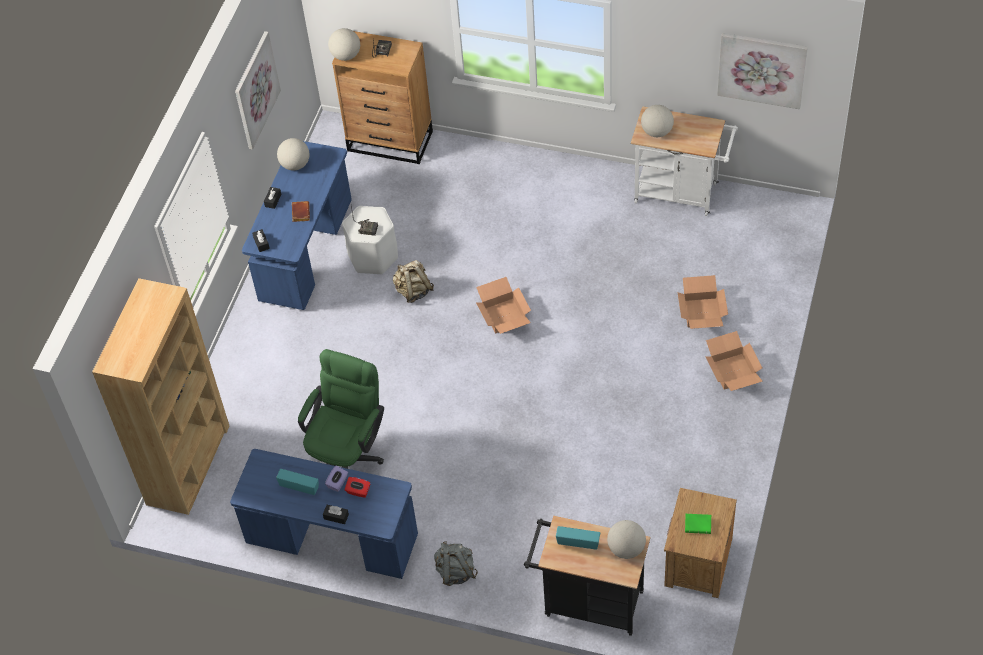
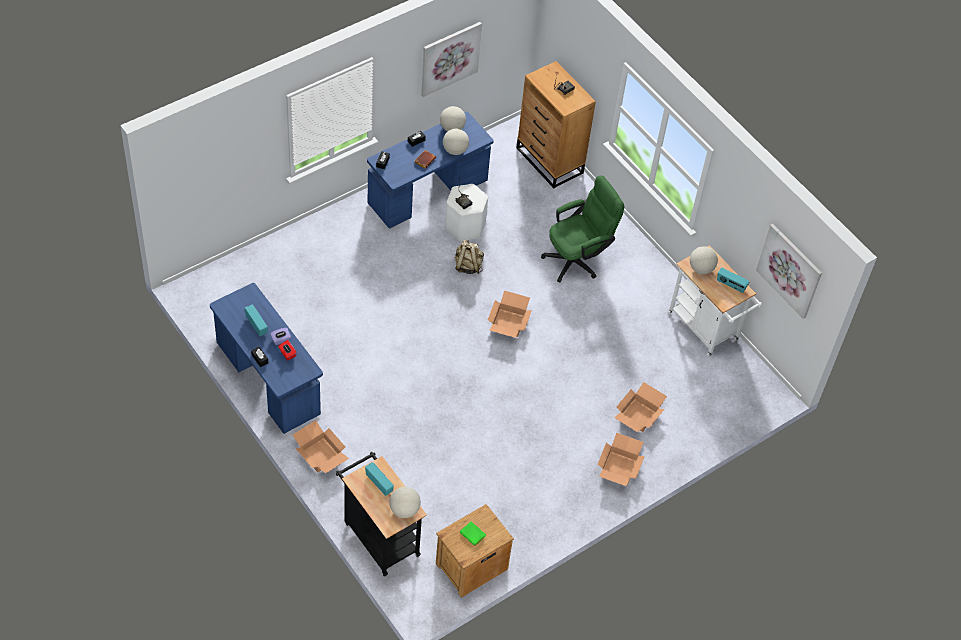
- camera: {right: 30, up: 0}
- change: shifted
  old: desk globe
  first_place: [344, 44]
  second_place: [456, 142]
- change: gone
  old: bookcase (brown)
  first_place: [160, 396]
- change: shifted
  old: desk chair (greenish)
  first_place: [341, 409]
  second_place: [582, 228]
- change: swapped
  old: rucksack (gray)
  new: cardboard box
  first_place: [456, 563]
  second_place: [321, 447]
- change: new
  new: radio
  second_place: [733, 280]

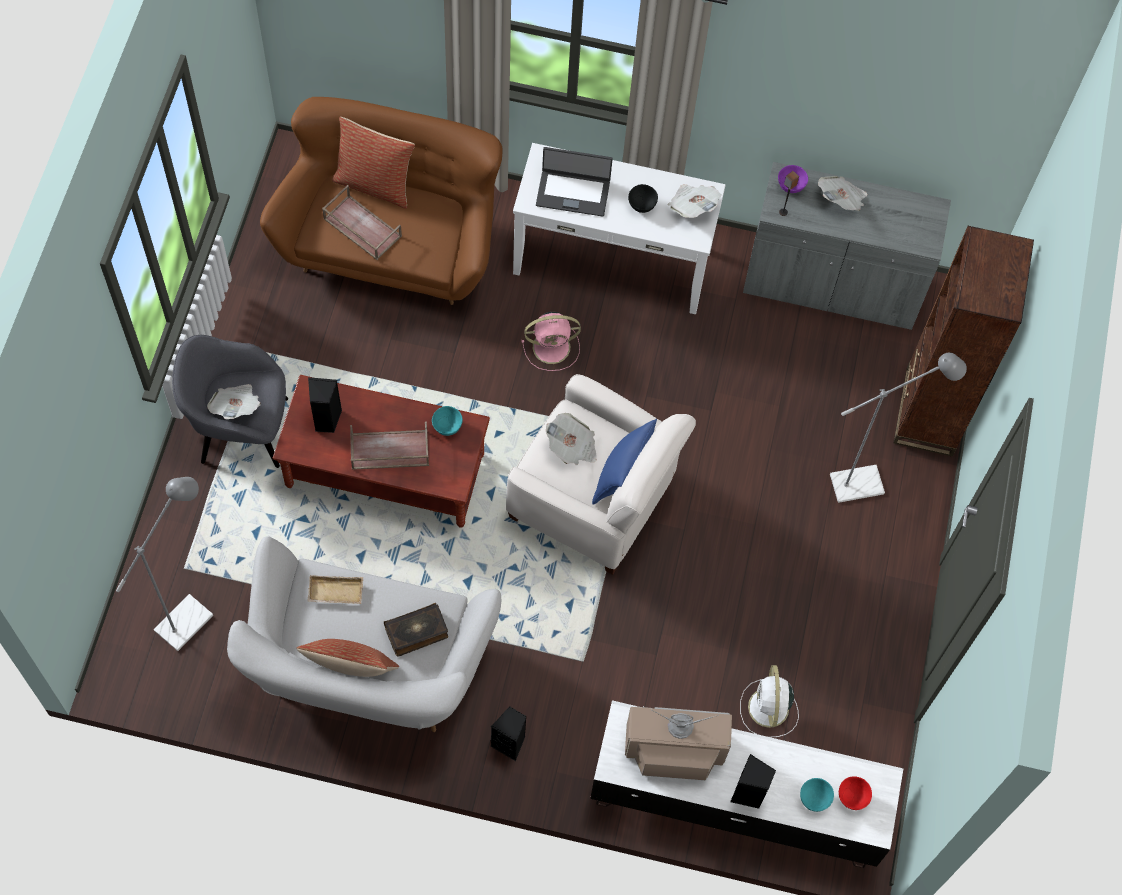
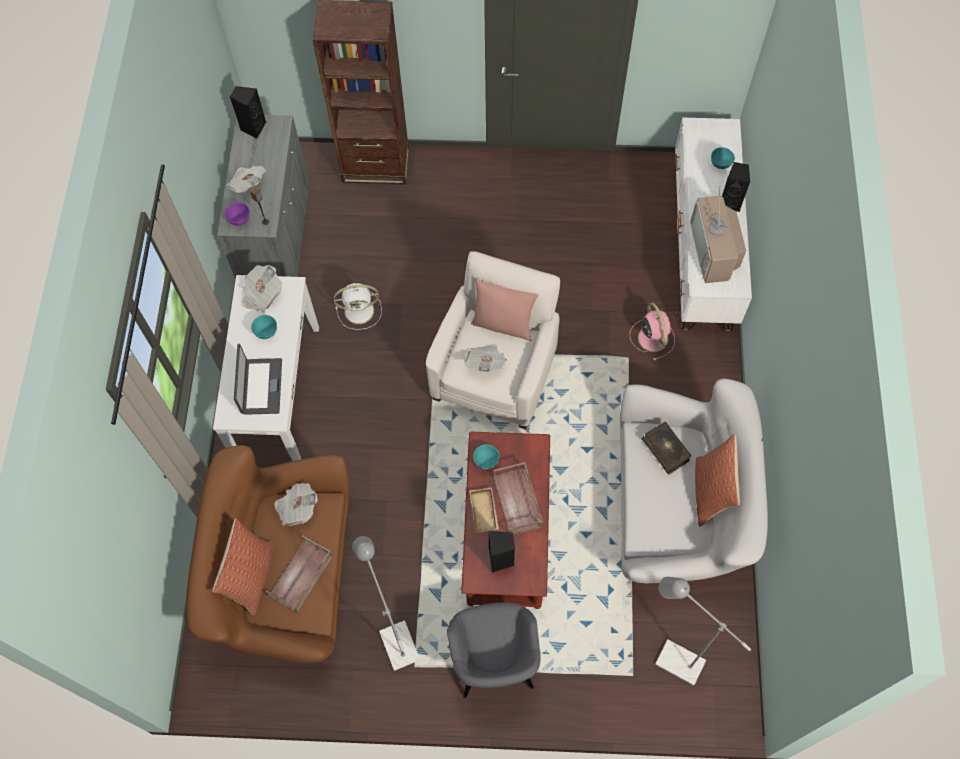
- camera: {right: -95, up: 0}
- change: repainted
  old: bowl (black-coloured)
  new: bowl (blue-green)
  first_place: [643, 198]
  second_place: [264, 327]
- change: shifted
  old: electric fan (pink)
  first_place: [551, 341]
  second_place: [652, 331]
- change: shifted
  old: standing lamp (gray)
  first_place: [898, 428]
  second_place: [386, 603]
- change: shifted
  old: newspaper
  first_place: [234, 401]
  second_place: [296, 504]
- change: repainted
  old: throw pillow (bluish)
  new: throw pillow (pink)
  first_place: [624, 462]
  second_place: [505, 310]
- change: shifted
  old: carrying tray (sand-coloured)
  first_place: [335, 589]
  second_place: [484, 510]
- change: shifted
  old: electric fan (whitish)
  first_place: [769, 701]
  second_place: [358, 306]
- change: shifted
  old: audio speaker (black-coloured)
  first_place: [509, 733]
  second_place: [248, 112]
- change: gone
  old: bowl (red-coloured)
  first_place: [855, 793]

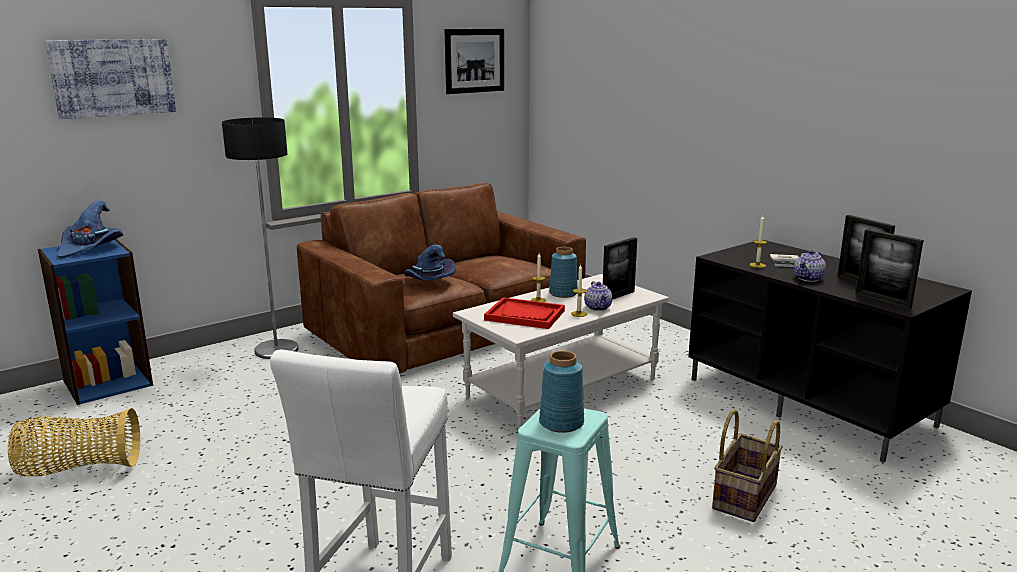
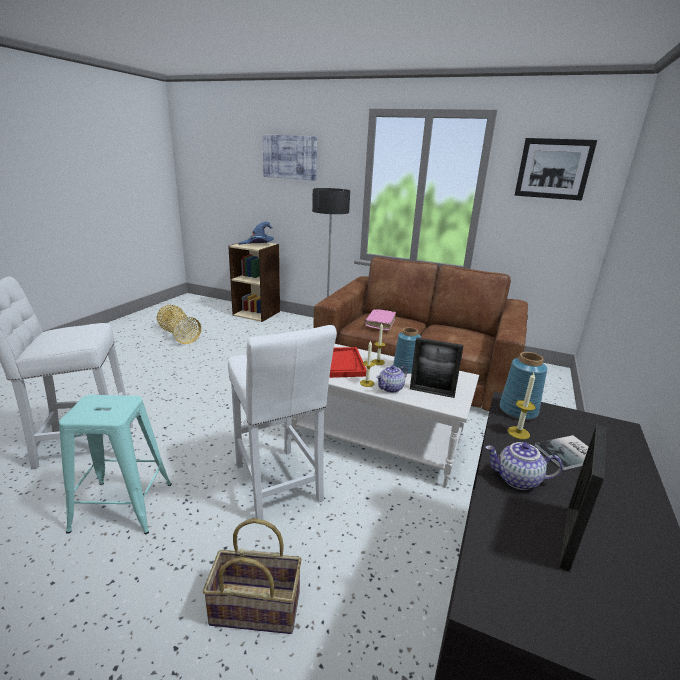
- camera: {right: 60, up: 5}
- change: gone
  old: photo frame
  first_place: [889, 269]
- change: repainted
  old: bookcase (bluish)
  new: bookcase (sand-coloured)
  first_place: [95, 322]
  second_place: [254, 282]
- change: swapped
  old: clothing hat (bluish)
  new: volume (pink)
  first_place: [430, 263]
  second_place: [380, 319]
- change: shifted
  old: vase (bluish)
  first_place: [561, 392]
  second_place: [523, 386]
- change: new
  new: stool seat (whitish)
  second_place: [282, 422]

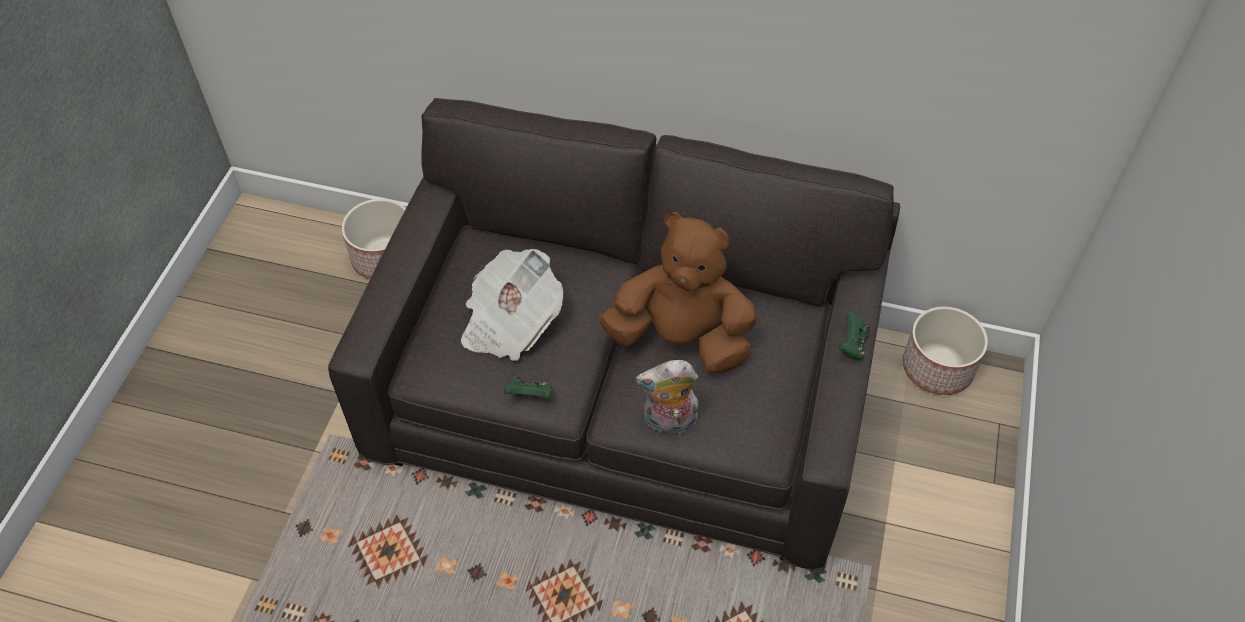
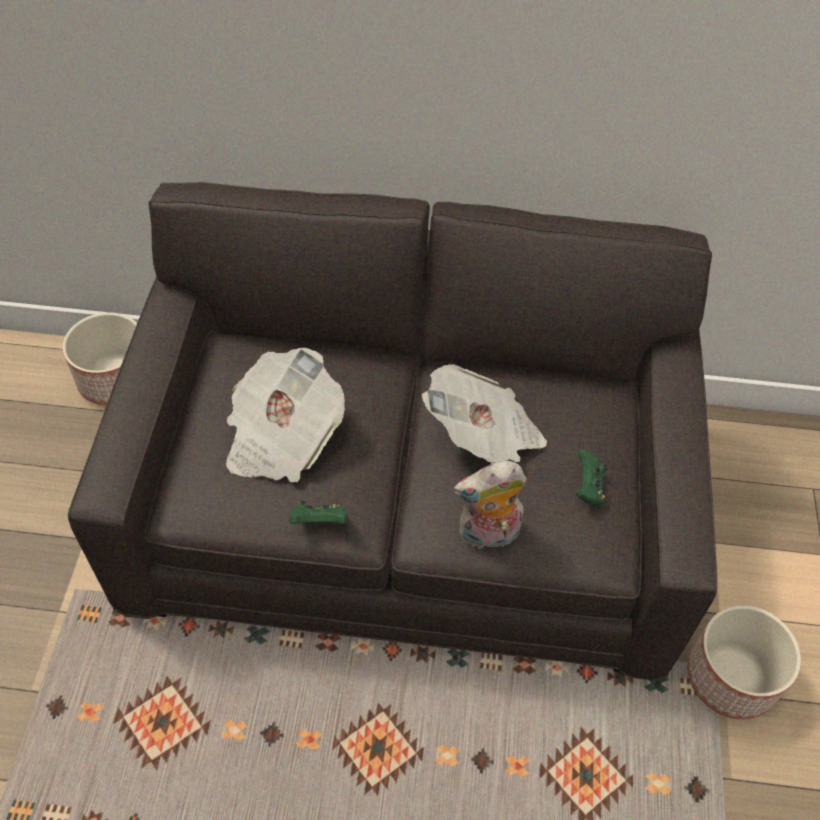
- camera: {right: -10, up: 0}
- change: swapped
  old: plush toy (brown)
  new: newspaper
  first_place: [678, 292]
  second_place: [484, 414]
- change: shifted
  old: planter
  first_place: [945, 351]
  second_place: [744, 662]
- change: shifted
  old: joypad (greenish)
  first_place: [854, 336]
  second_place: [592, 477]

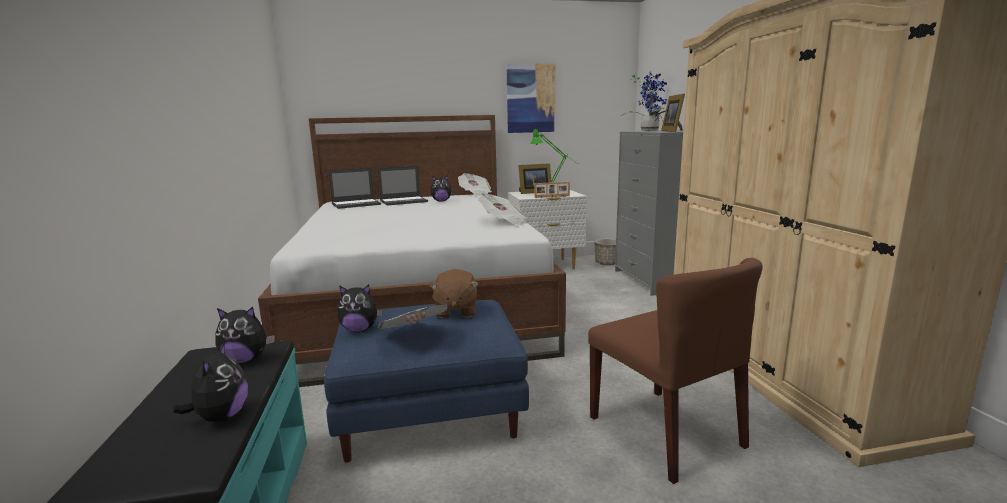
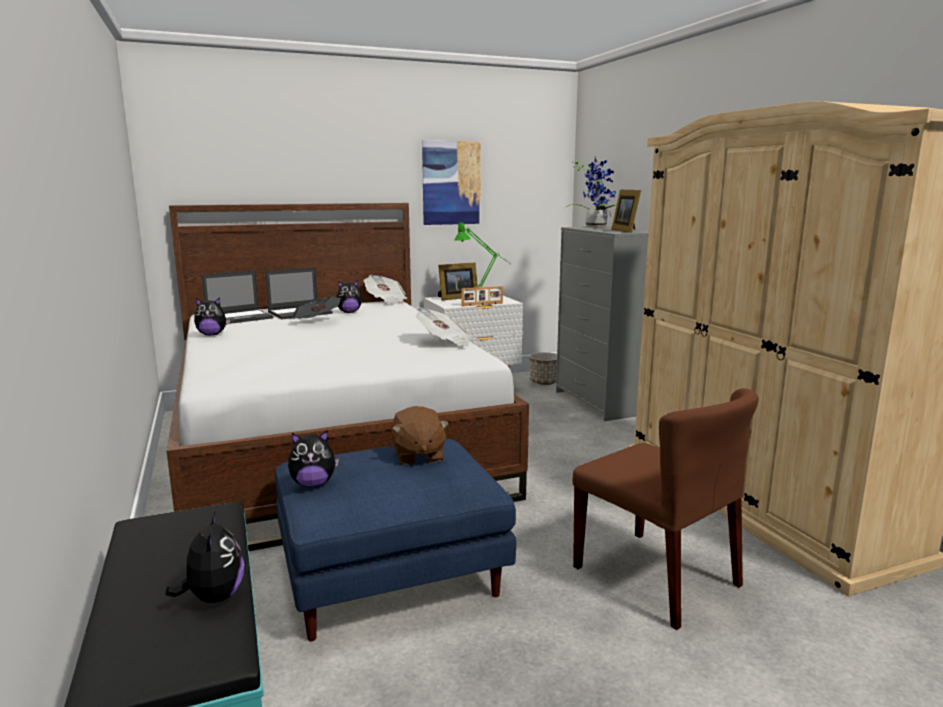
- camera: {right: -10, up: 0}
- change: shifted
  old: newspaper
  first_place: [413, 317]
  second_place: [316, 307]
- change: shifted
  old: plush toy
  first_place: [245, 335]
  second_place: [212, 316]

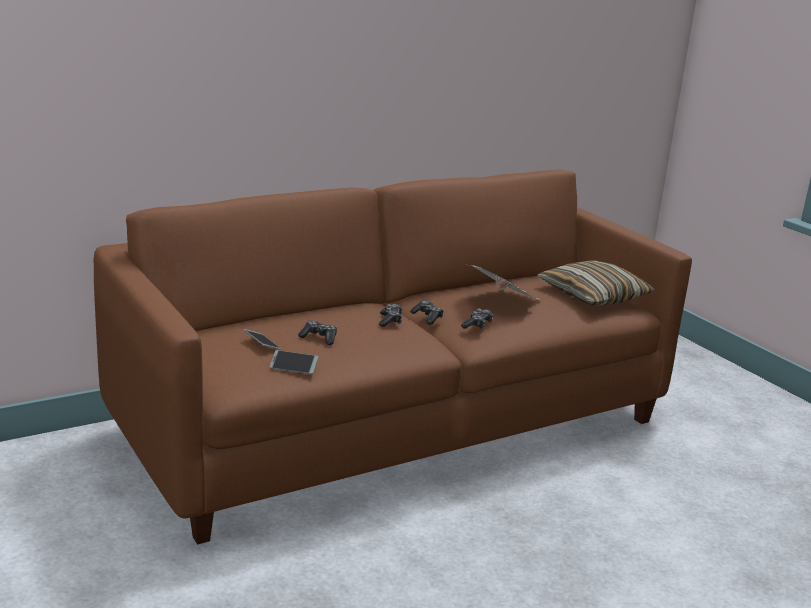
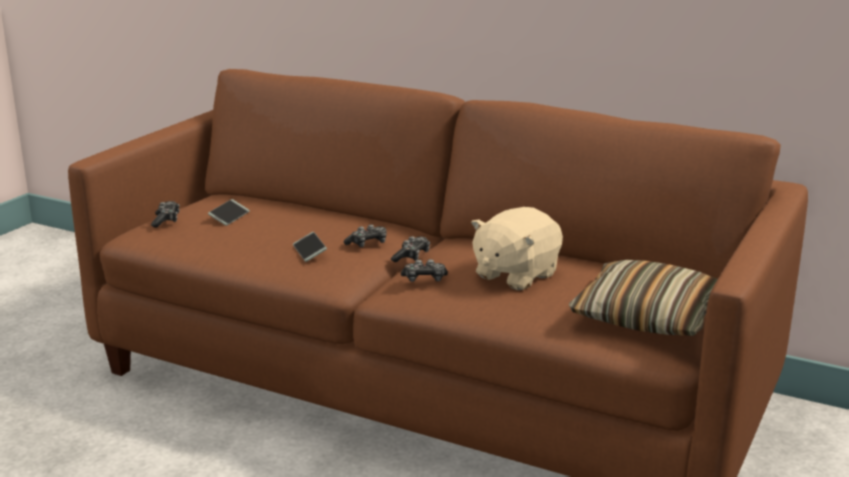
- camera: {right: 60, up: 0}
- change: swapped
  old: newspaper
  new: plush toy (sand-coloured)
  first_place: [503, 282]
  second_place: [517, 248]
- change: shifted
  old: joypad
  first_place: [317, 332]
  second_place: [165, 214]
- change: shifted
  old: phone
  first_place: [294, 362]
  second_place: [310, 247]

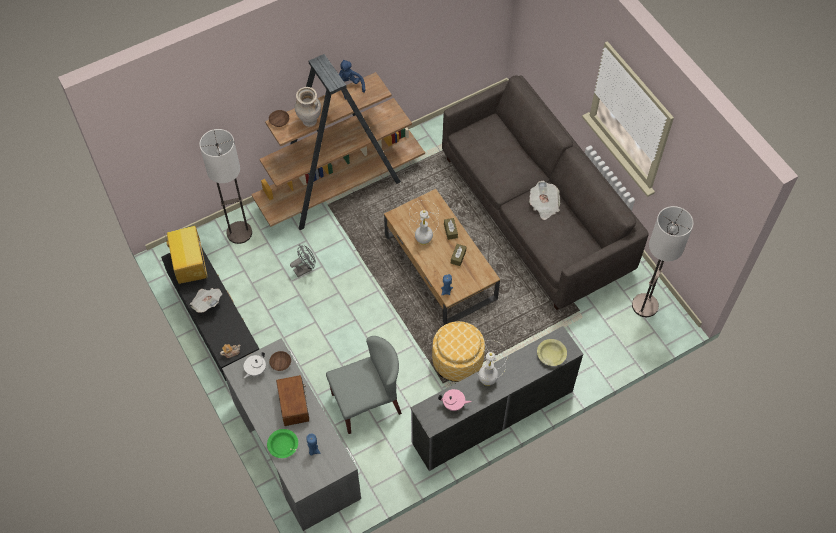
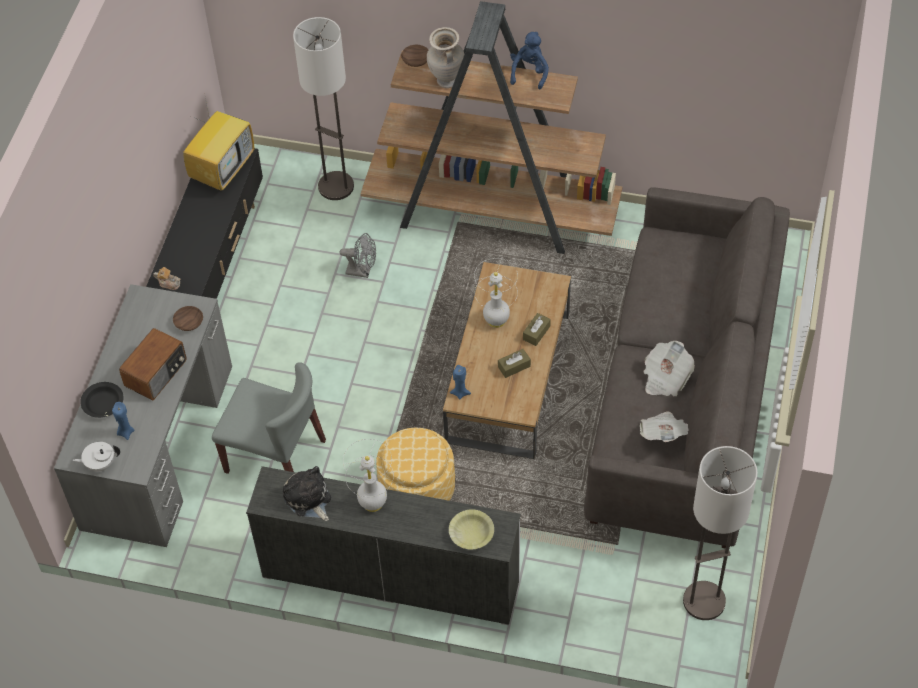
- camera: {right: 45, up: -5}
- change: shifted
  old: newspaper
  first_place: [205, 300]
  second_place: [664, 427]
- change: shifted
  old: teapot (whitish)
  first_place: [254, 365]
  second_place: [96, 457]
- change: swapped
  old: teapot (pink)
  new: plush toy
  first_place: [455, 400]
  second_place: [307, 493]
- change: repainted
  old: bowl (greenish)
  new: bowl (black-coloured)
  first_place: [282, 443]
  second_place: [101, 400]

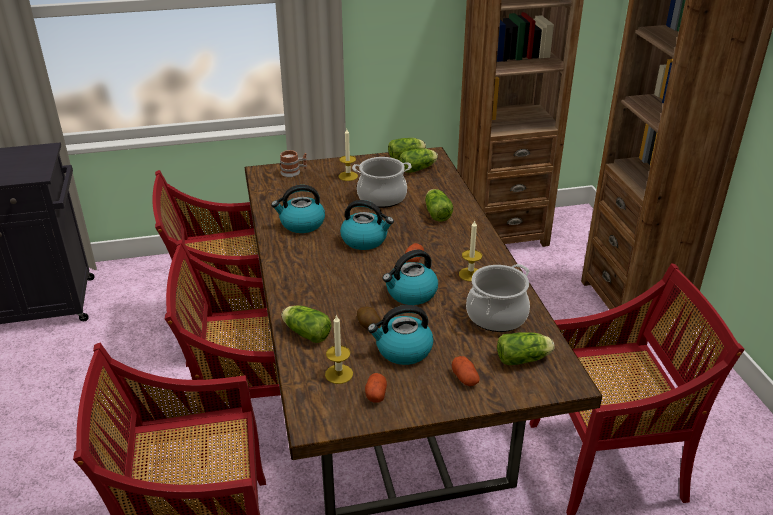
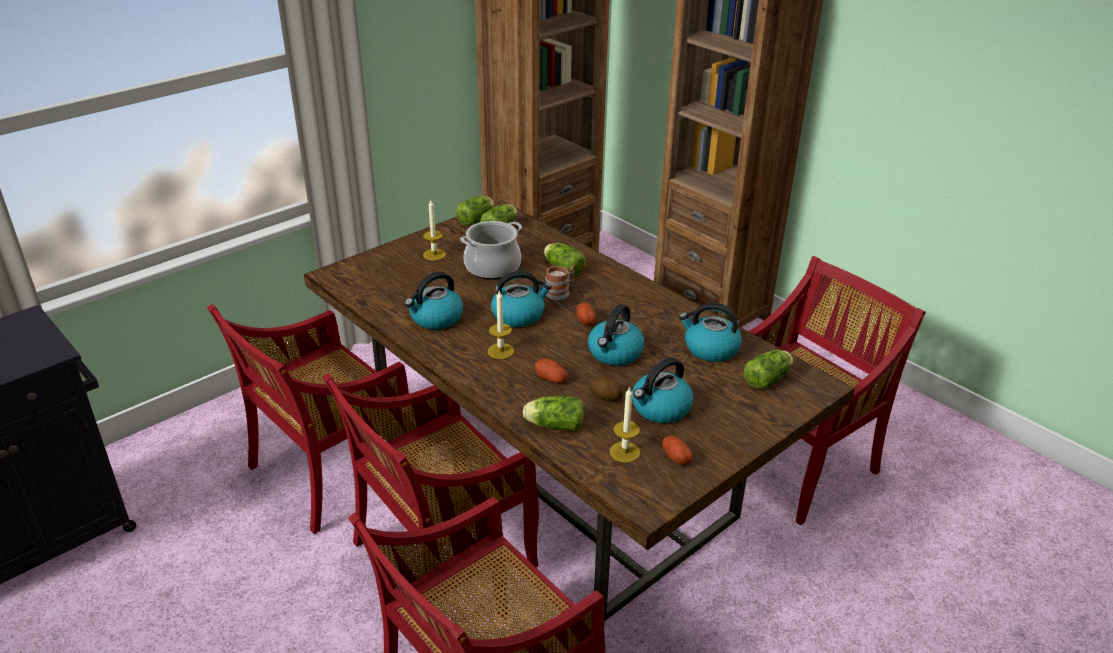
- camera: {right: -30, up: 0}
- change: shifted
  old: tea mug
  first_place: [293, 163]
  second_place: [559, 282]
- change: shifted
  old: wax candle
  first_place: [470, 251]
  second_place: [501, 325]
- change: swapped
  old: cooking pot
  new: water kettle
  first_place: [498, 298]
  second_place: [710, 332]
- change: shifted
  old: whole potato
  first_place: [466, 371]
  second_place: [551, 371]

